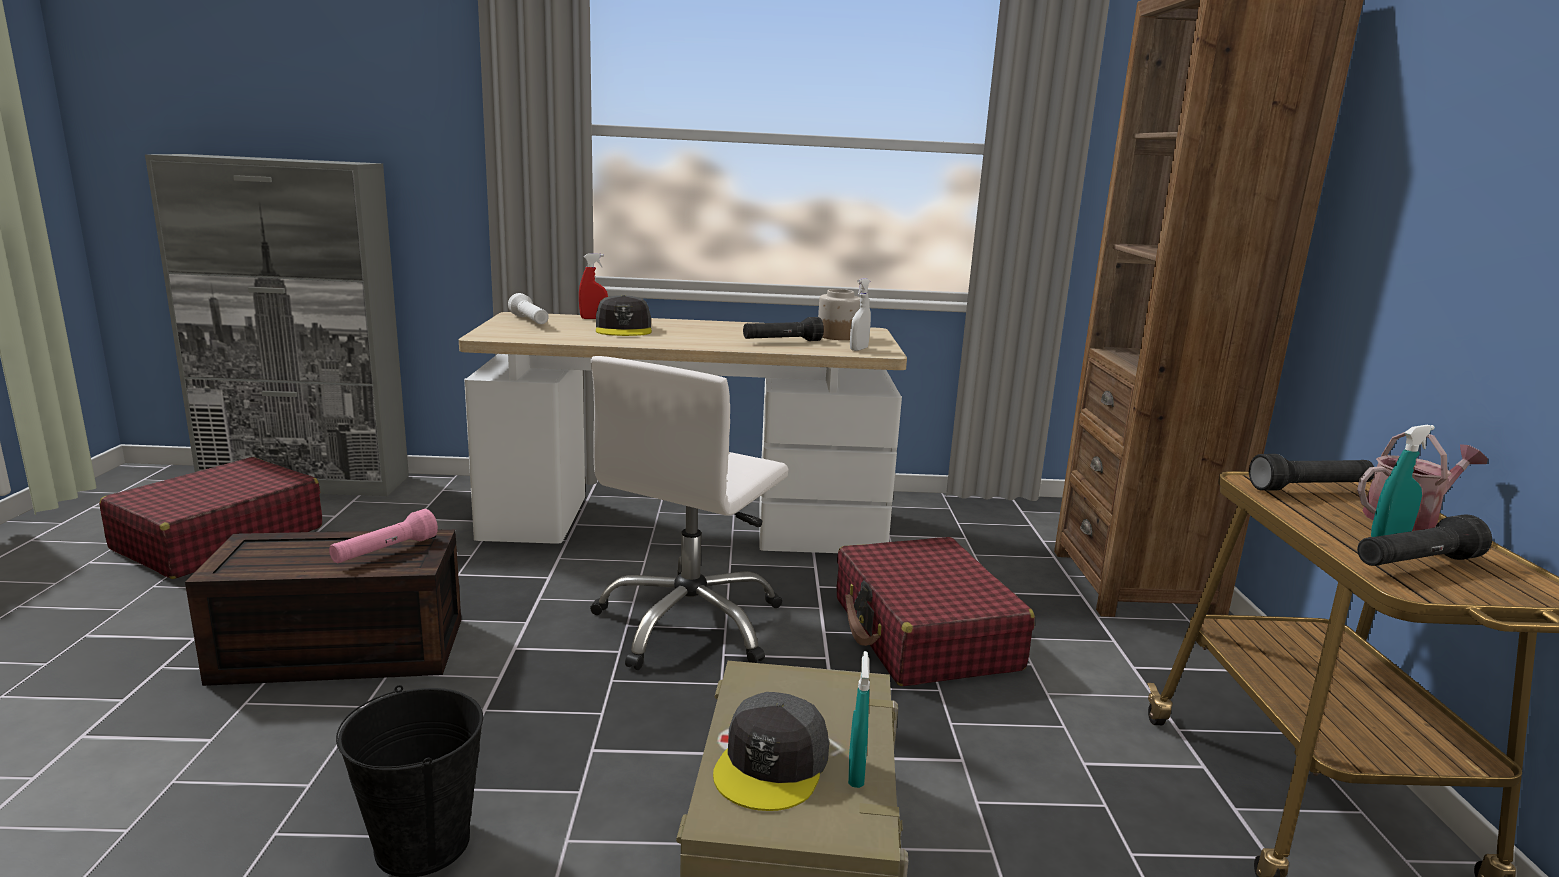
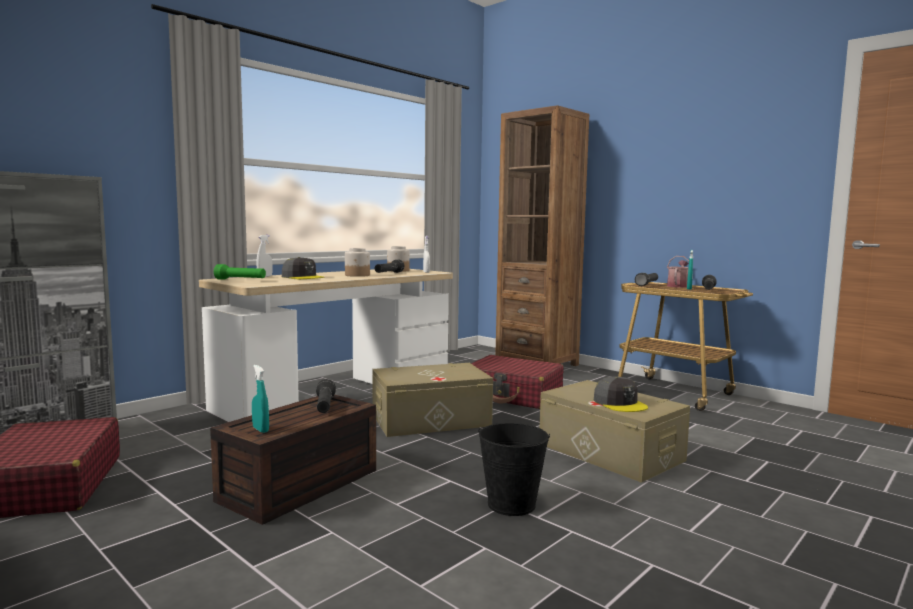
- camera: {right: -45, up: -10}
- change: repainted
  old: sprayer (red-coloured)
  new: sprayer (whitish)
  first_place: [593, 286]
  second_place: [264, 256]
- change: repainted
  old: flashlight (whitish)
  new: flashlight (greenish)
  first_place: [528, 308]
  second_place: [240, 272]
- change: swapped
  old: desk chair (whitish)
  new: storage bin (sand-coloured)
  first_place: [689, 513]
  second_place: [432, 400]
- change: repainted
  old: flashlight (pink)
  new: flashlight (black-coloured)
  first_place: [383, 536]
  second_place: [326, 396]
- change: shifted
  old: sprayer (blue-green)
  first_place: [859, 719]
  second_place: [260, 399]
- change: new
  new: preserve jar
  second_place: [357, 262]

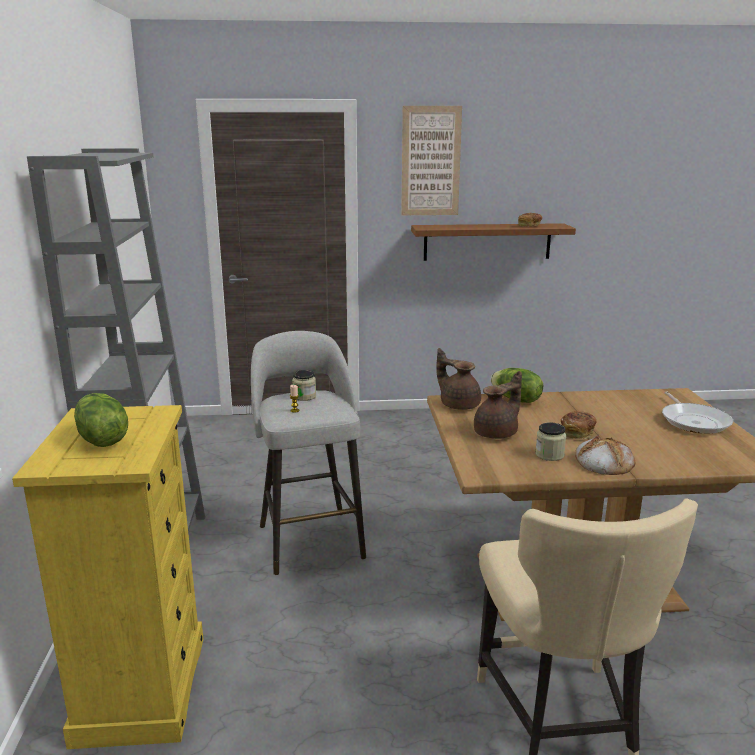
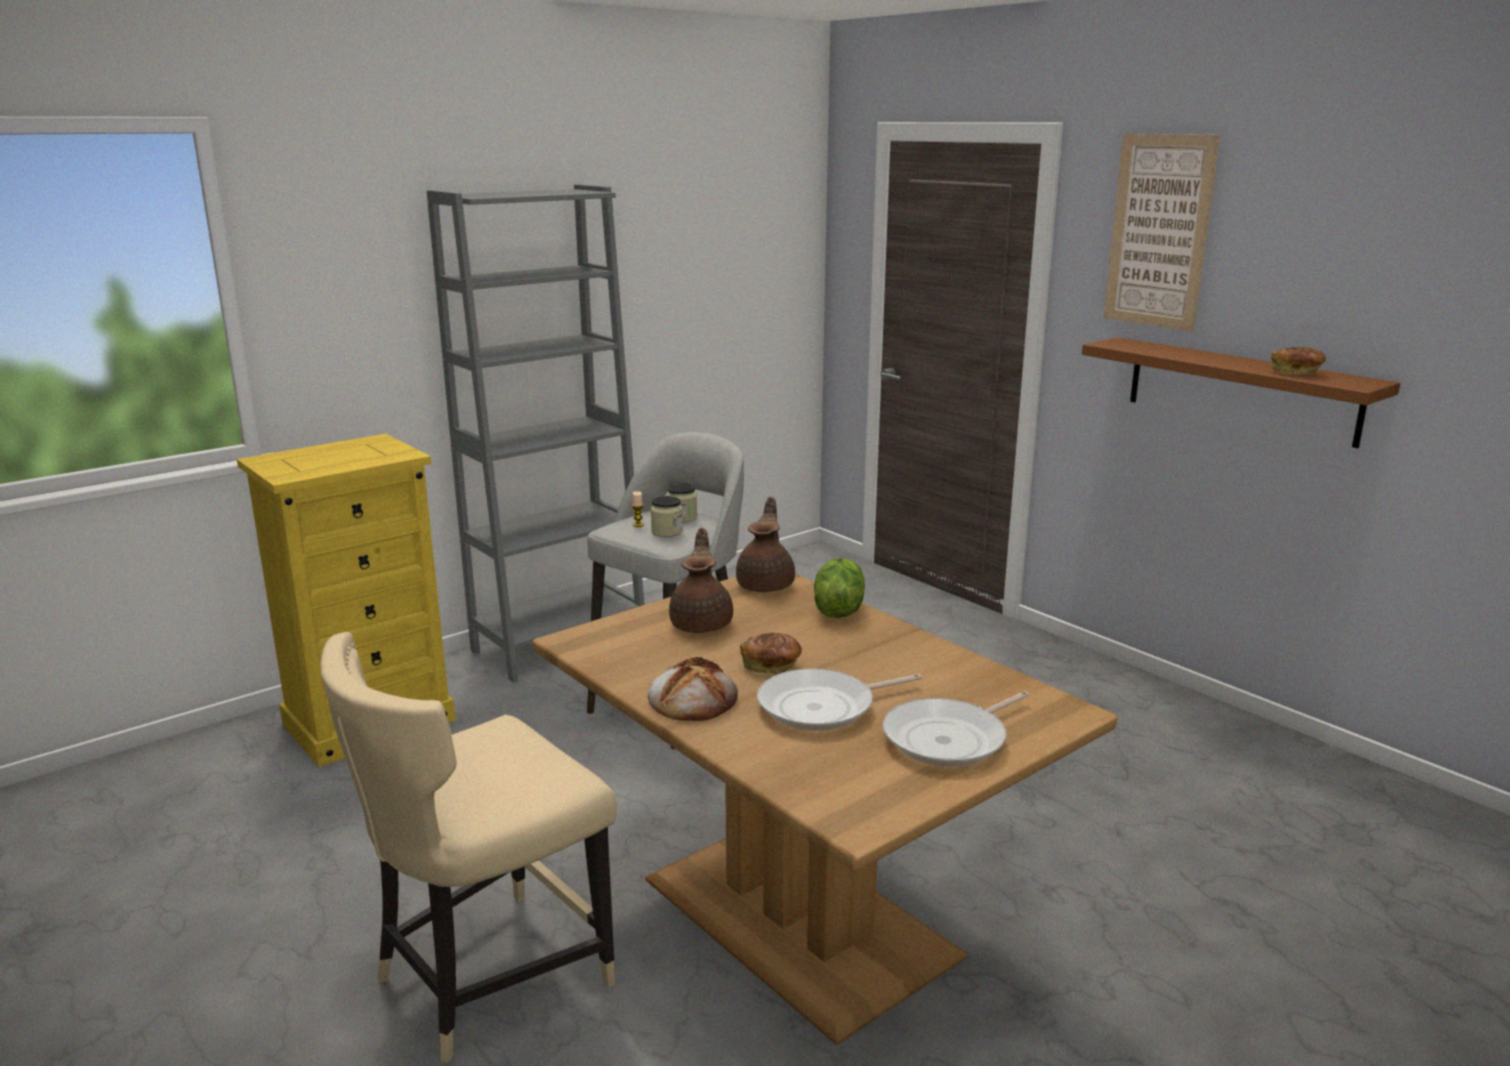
- camera: {right: 55, up: 0}
- change: rotated
  old: teapot (brown)
  first_place: [498, 405]
  second_place: [701, 580]
  degrees: -105
- change: gone
  old: lettuce head
  first_place: [101, 420]
- change: shifted
  old: preserve jar
  first_place: [550, 441]
  second_place: [667, 516]
- change: new
  new: skillet
  second_place: [839, 699]

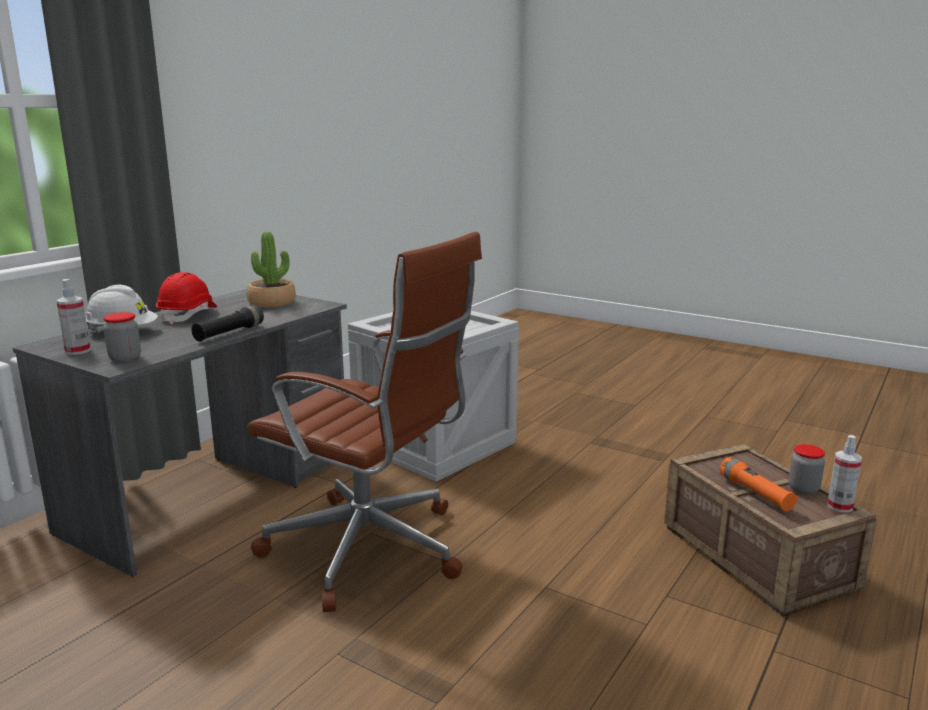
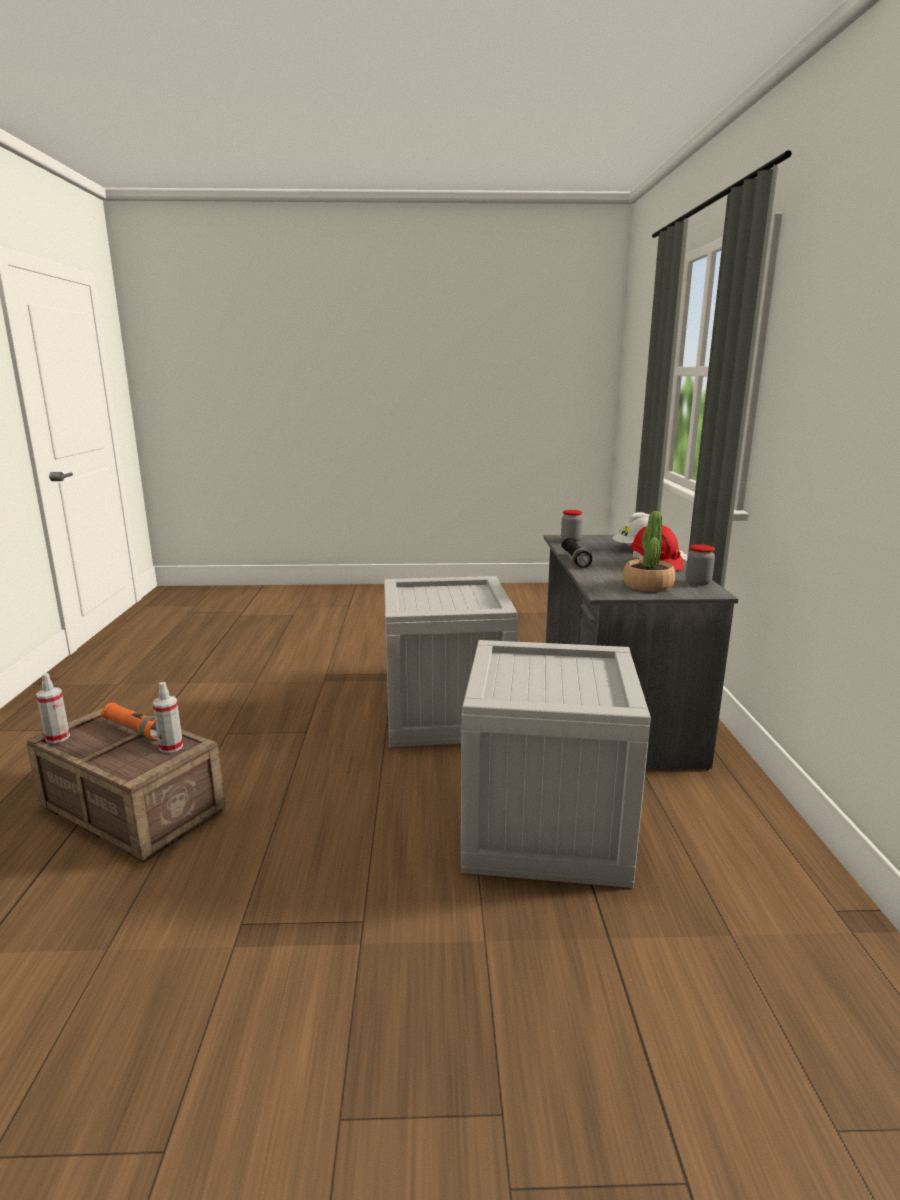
- camera: {right: 145, up: 0}
- change: swapped
  old: desk chair (brown)
  new: packing crate
  first_place: [364, 422]
  second_place: [451, 661]
- change: shifted
  old: sprayer
  first_place: [74, 317]
  second_place: [168, 717]
- change: shifted
  old: preserve jar
  first_place: [807, 469]
  second_place: [700, 564]

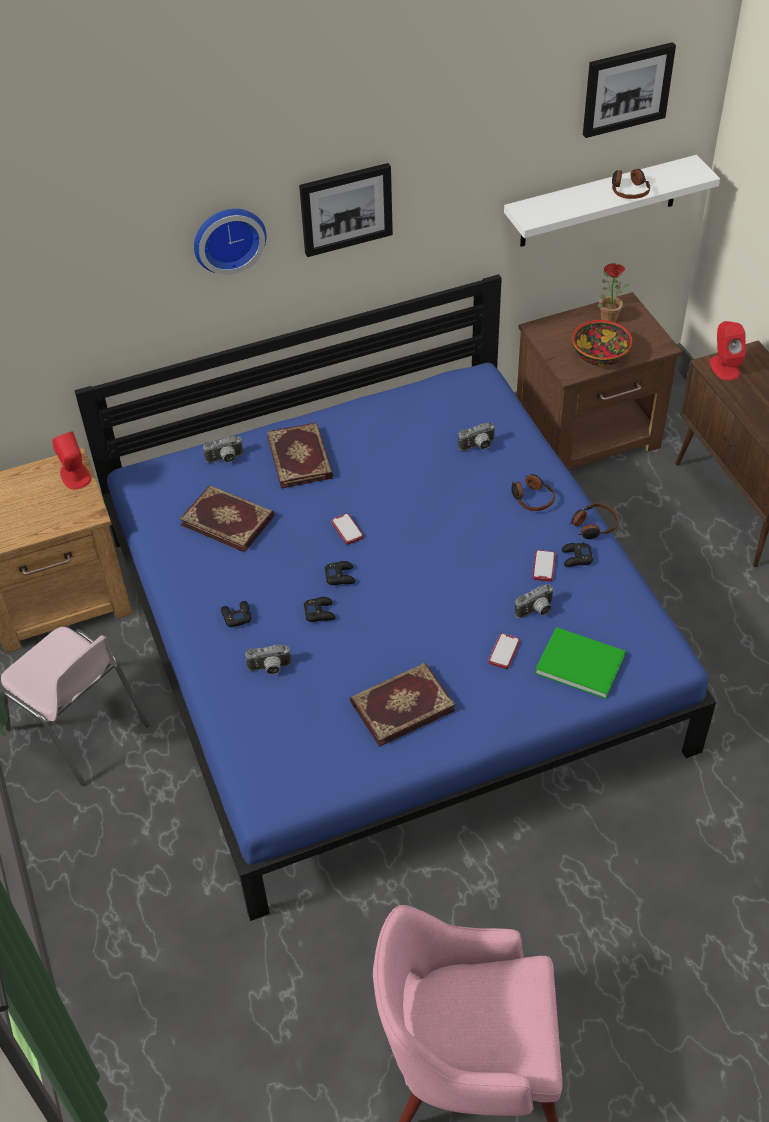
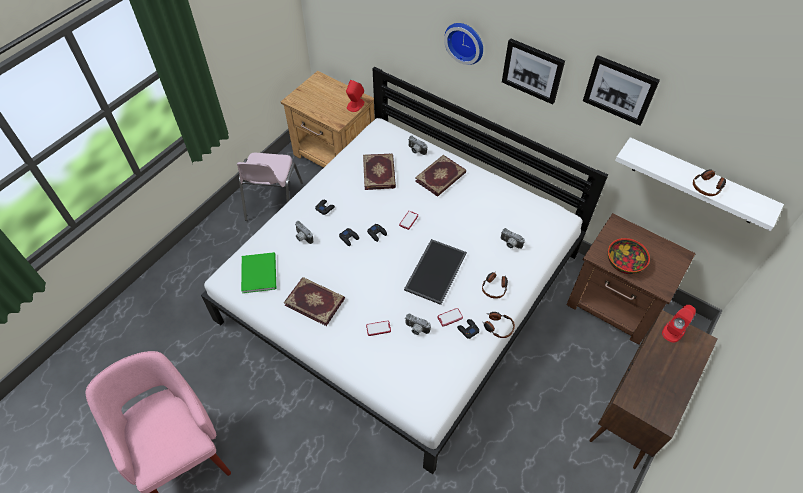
- camera: {right: 55, up: 5}
- change: shifted
  old: wall picture
  first_place: [629, 90]
  second_place: [621, 90]
- change: gone
  old: potted plant
  first_place: [613, 292]
- change: repainted
  old: bedroom bed (bluish)
  new: bedroom bed (whitish)
  first_place: [395, 597]
  second_place: [404, 270]
- change: shifted
  old: volume (greenish)
  first_place: [580, 663]
  second_place: [258, 272]
- change: new
  new: carrying tray
  second_place: [435, 272]

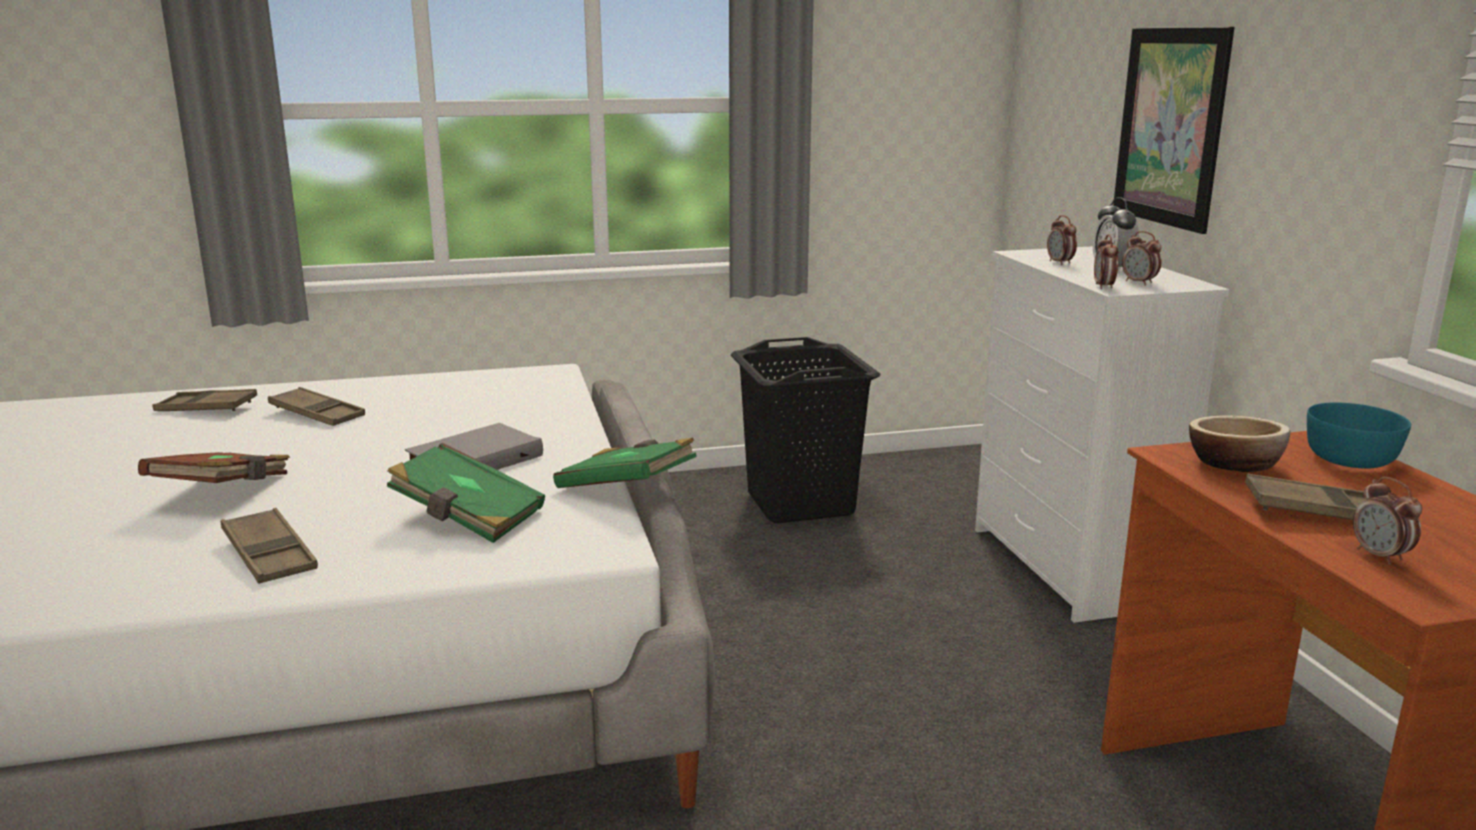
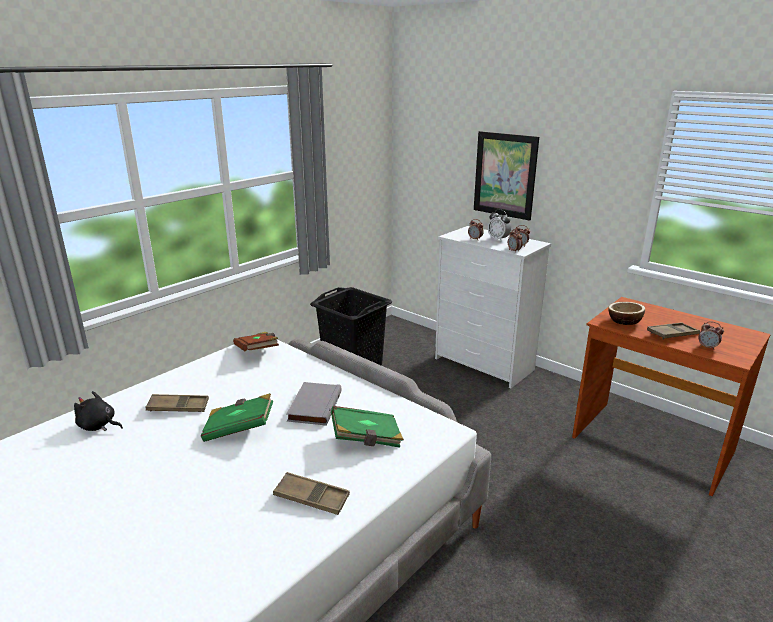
- camera: {right: -35, up: 5}
- change: swapped
  old: carrying tray (brown)
  new: plush toy (black-coloured)
  first_place: [204, 400]
  second_place: [98, 411]
- change: gone
  old: bowl (blue-green)
  first_place: [1359, 436]
- change: shifted
  old: volume (greenish)
  first_place: [625, 463]
  second_place: [237, 417]
- change: shifted
  old: volume (brown)
  first_place: [214, 467]
  second_place: [256, 341]

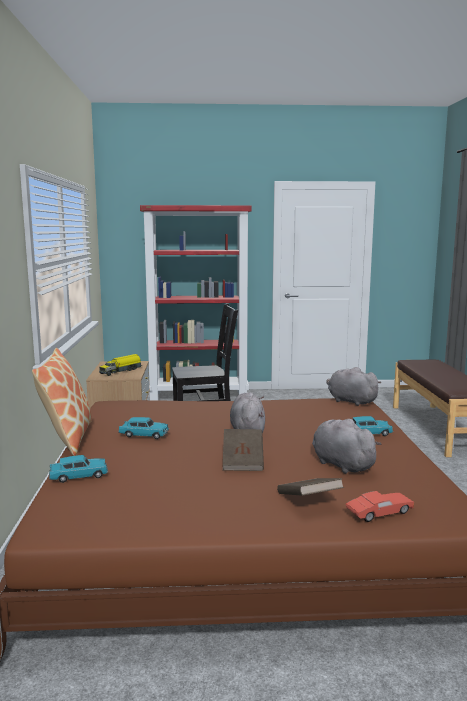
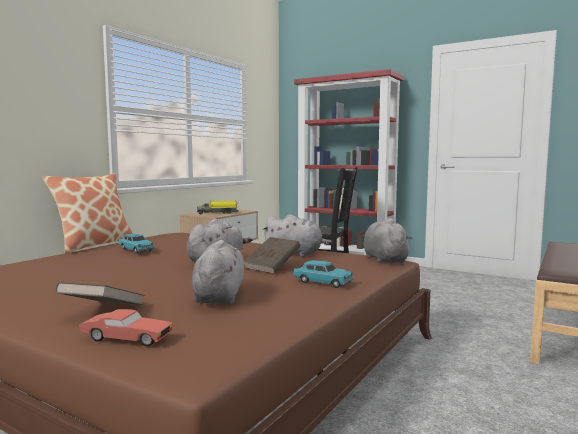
- camera: {right: 35, up: -5}
- change: shifted
  old: volume (brown)
  first_place: [243, 450]
  second_place: [272, 255]
- change: gone
  old: toy car (blue-green)
  first_place: [78, 469]
- change: new
  new: plush toy (gray)
  second_place: [297, 235]

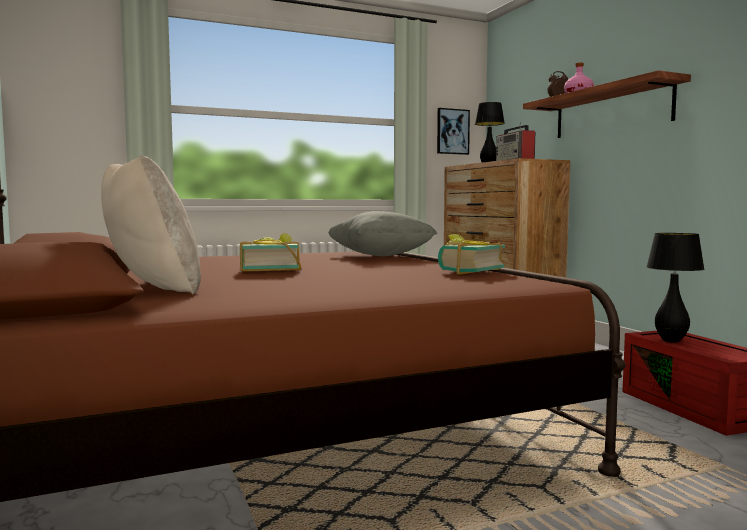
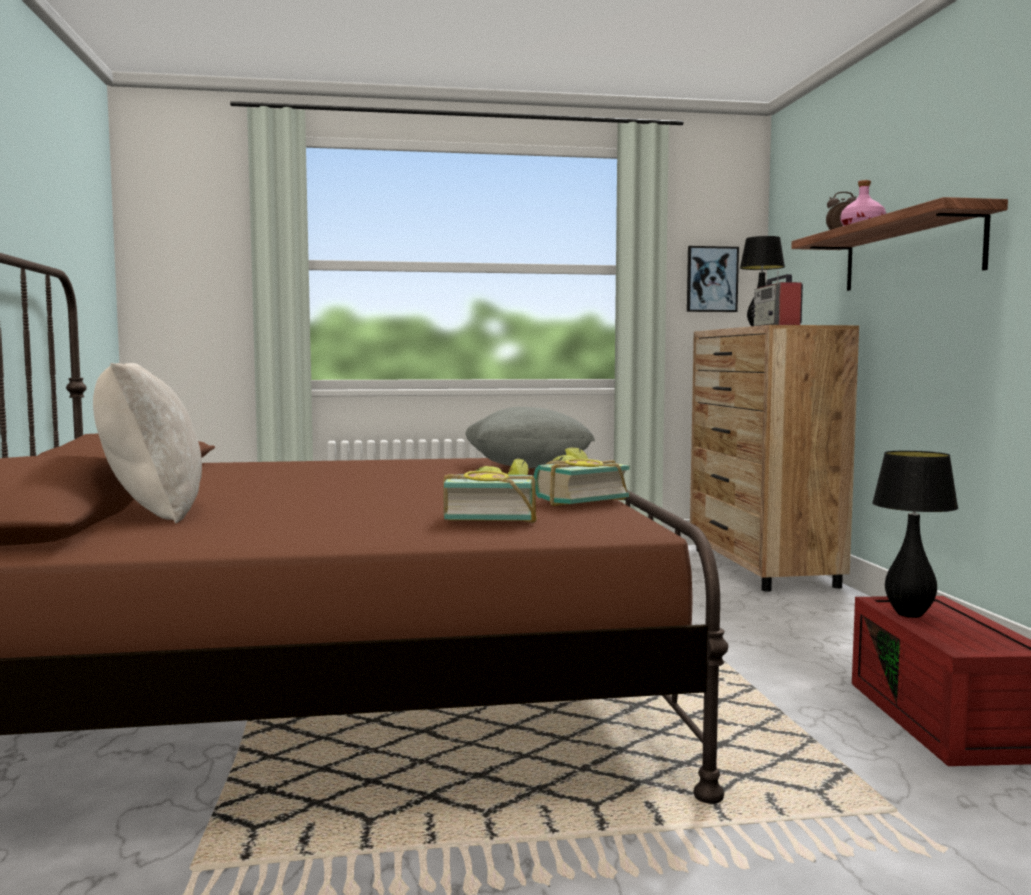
- camera: {right: 15, up: 0}
- change: shifted
  old: volume
  first_place: [270, 252]
  second_place: [490, 490]

